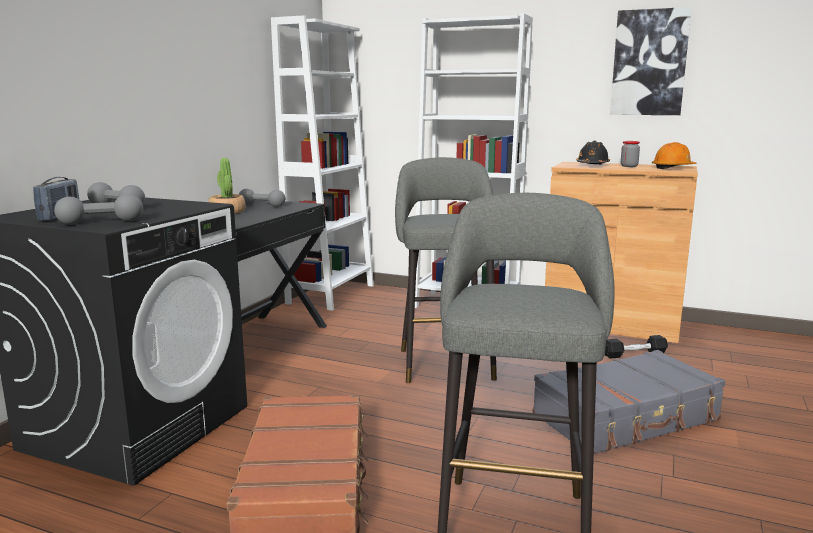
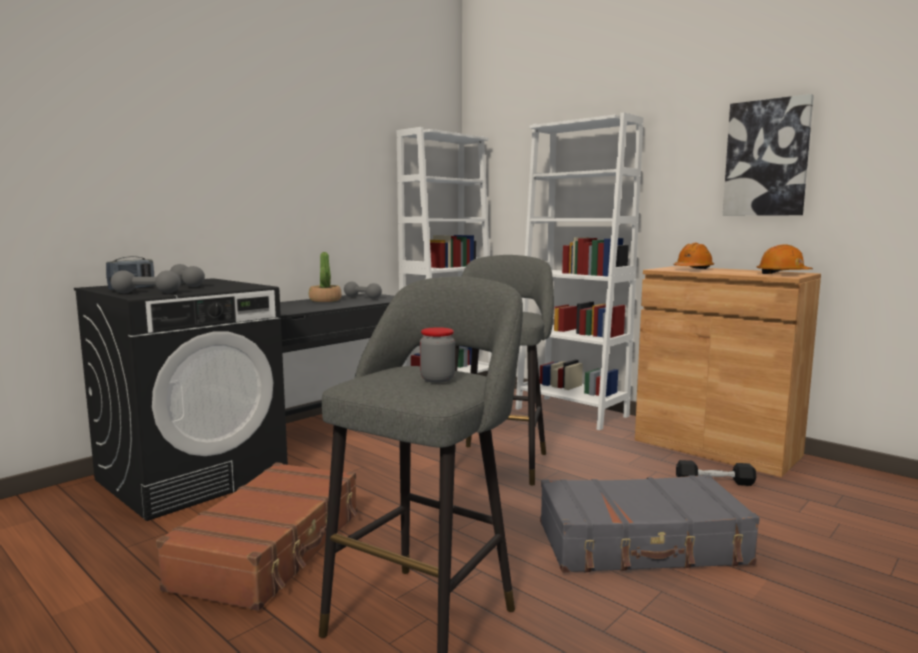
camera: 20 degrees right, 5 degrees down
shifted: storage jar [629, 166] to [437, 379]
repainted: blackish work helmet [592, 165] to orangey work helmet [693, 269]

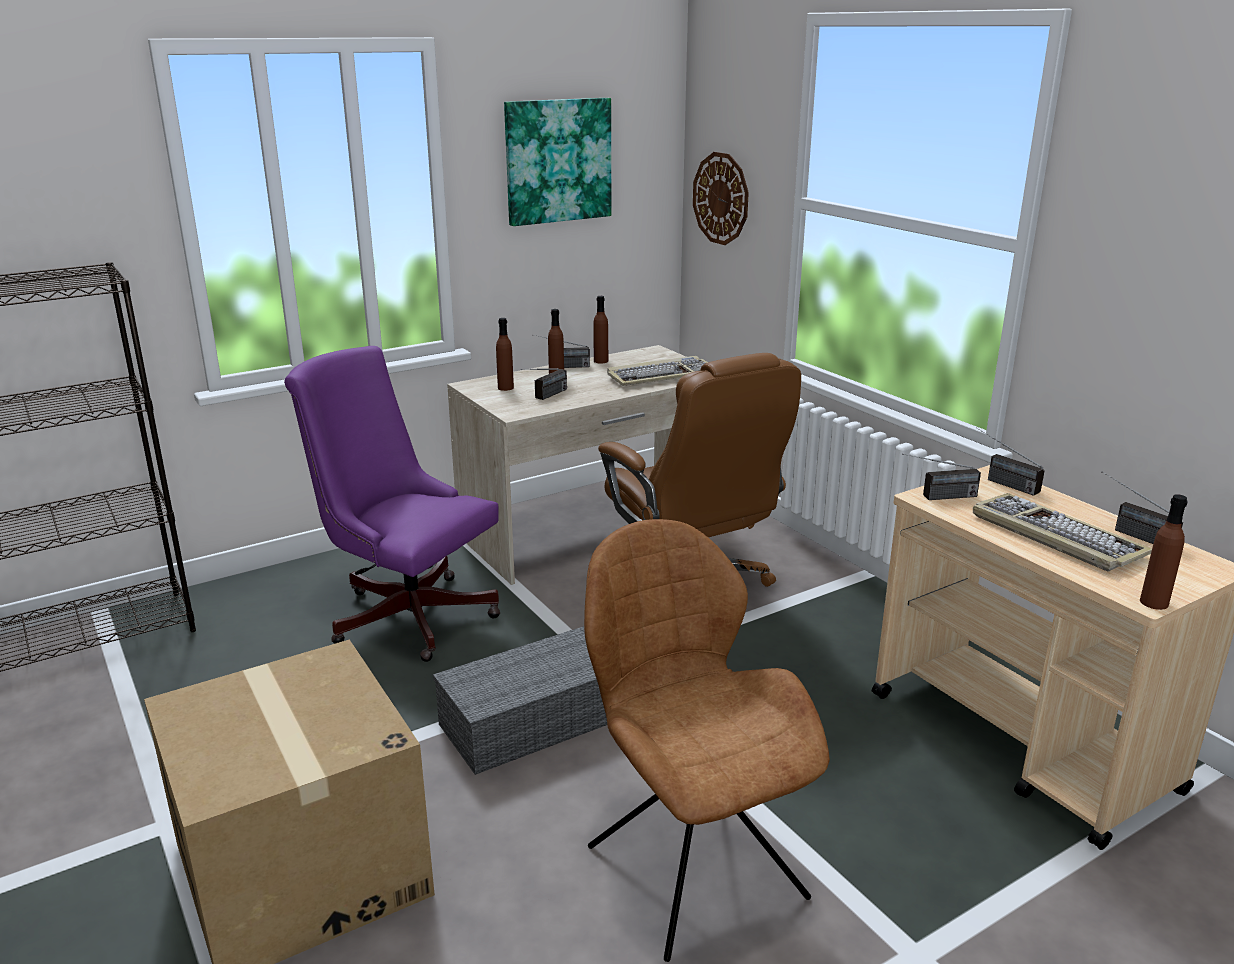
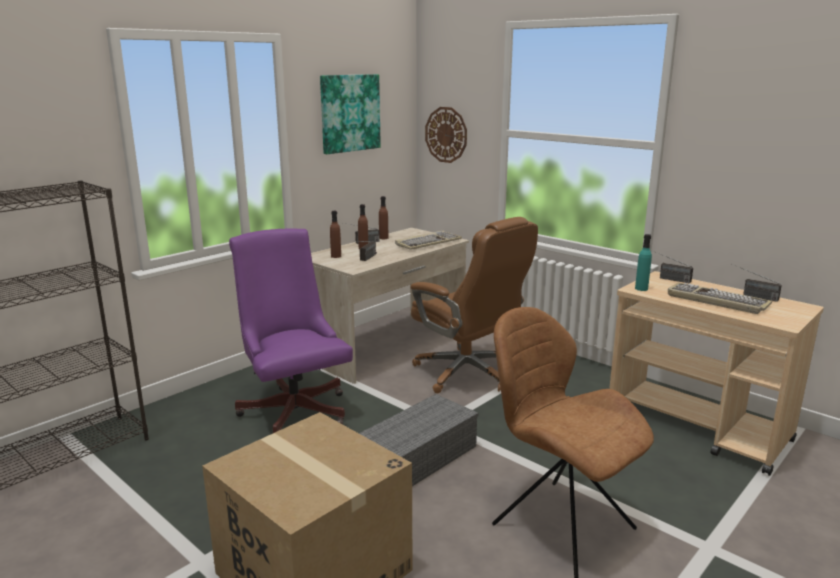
camera: 15 degrees left, 5 degrees down
gone: brown beverage bottle [1154, 602]
swapped: radio set [937, 497] to turquoise beverage bottle [641, 289]
rotated: purplish computer chair [406, 613] = [294, 409] 45 degrees clockwise

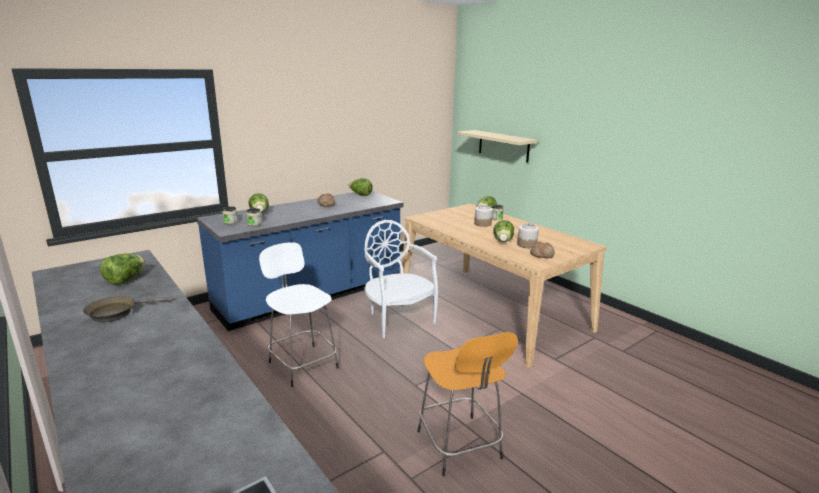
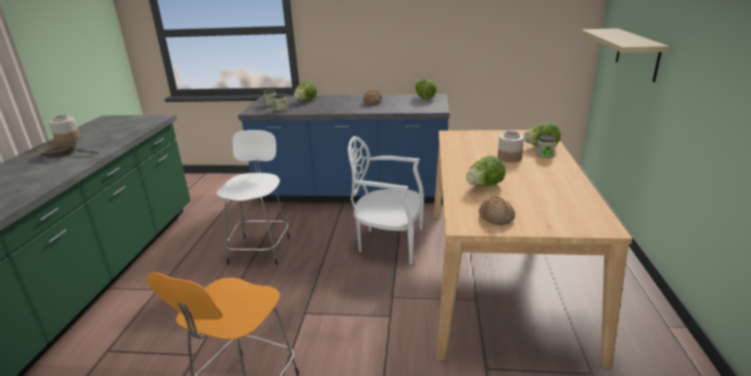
camera: 45 degrees right, 5 degrees up
gone: lettuce head [125, 280]
shifted: storage jar [526, 245] to [68, 139]
rotated: white-coloured plain chair [398, 319] = [389, 242] 90 degrees counterclockwise

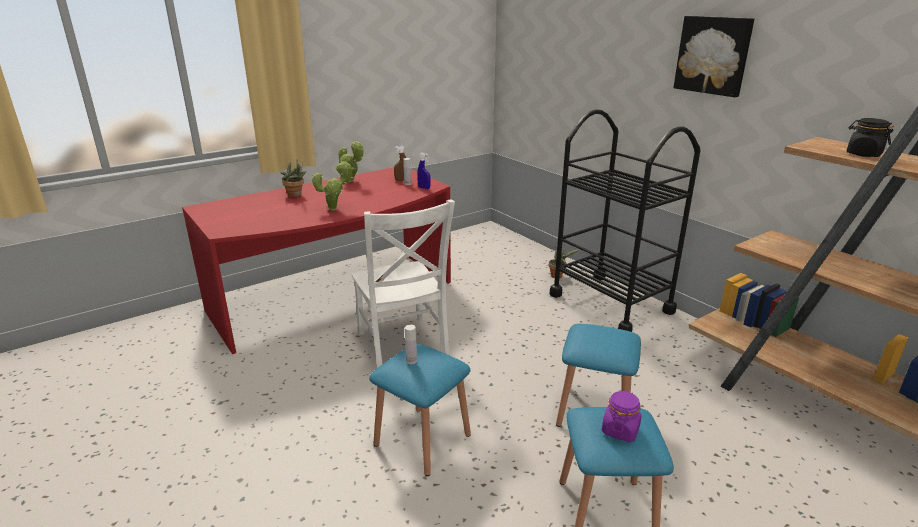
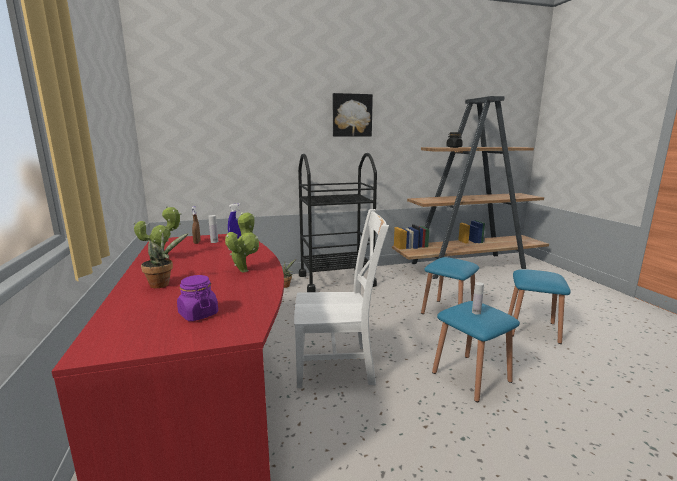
camera: 70 degrees left, 10 degrees down
shifted: purplish storage jar [620, 430] to [198, 314]

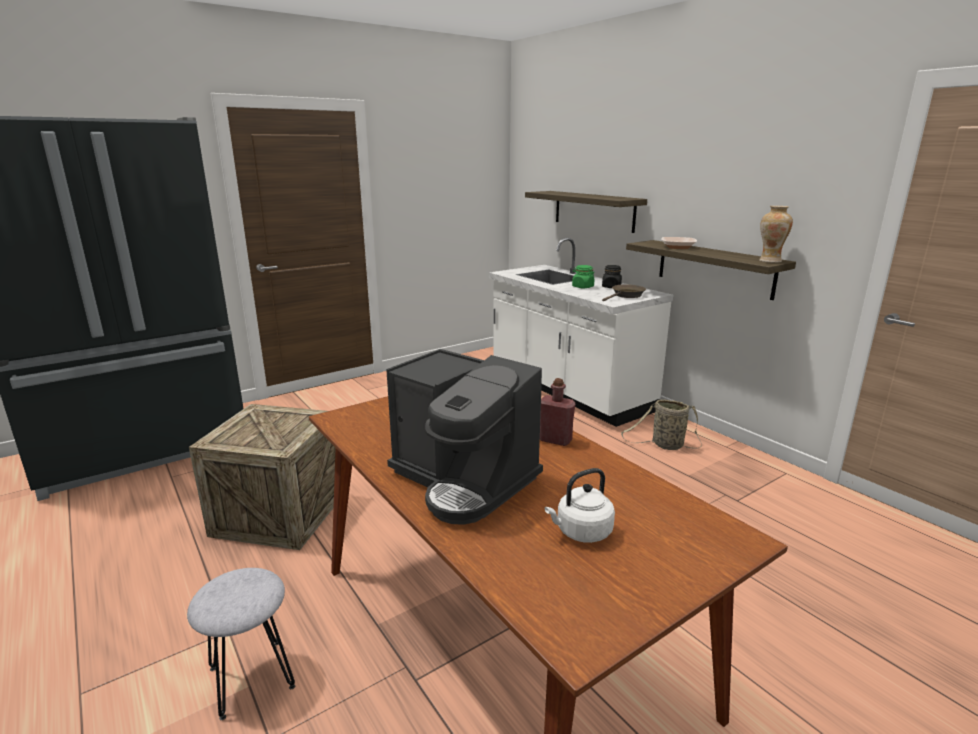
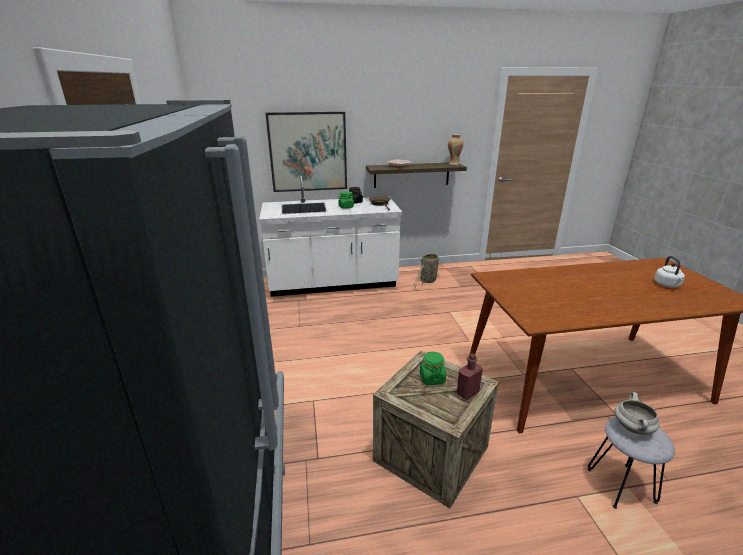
camera: 65 degrees left, 5 degrees up
gone: coffee maker [464, 480]
new: green storage jar [432, 378]; white-coloured cooking pot [633, 428]
shifted: red beverage bottle [555, 440] to [467, 393]
swapped: bracket shelf [593, 210] to wall art [308, 152]

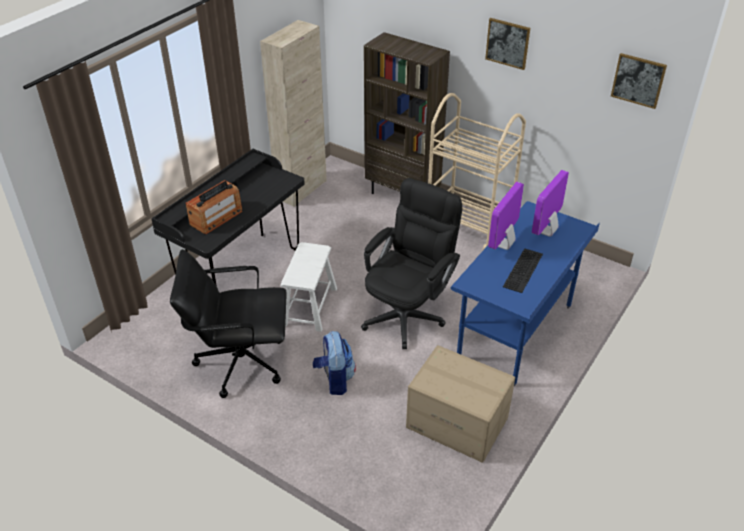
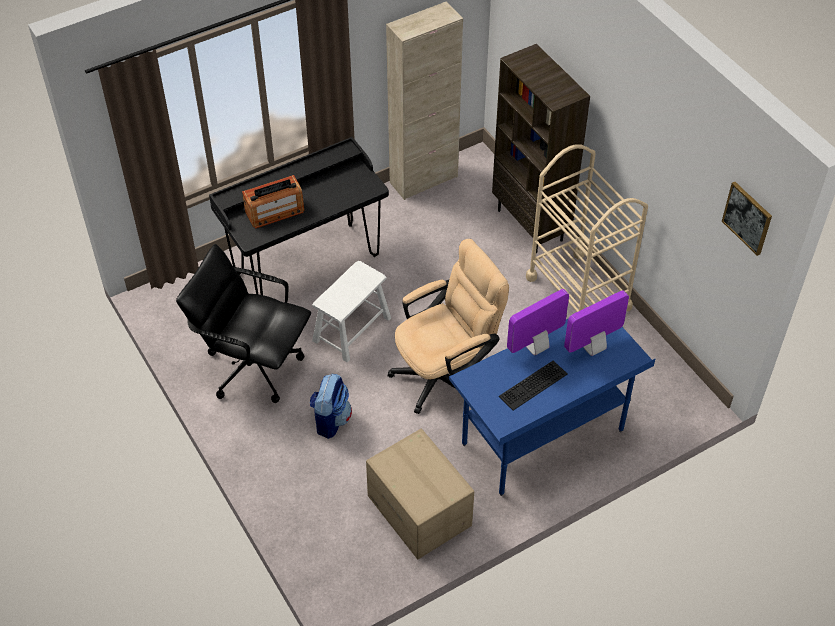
camera: 25 degrees right, 10 degrees up
gone: wall art [507, 43]
repainted: blackish computer chair [408, 313] to sand-coloured computer chair [446, 373]

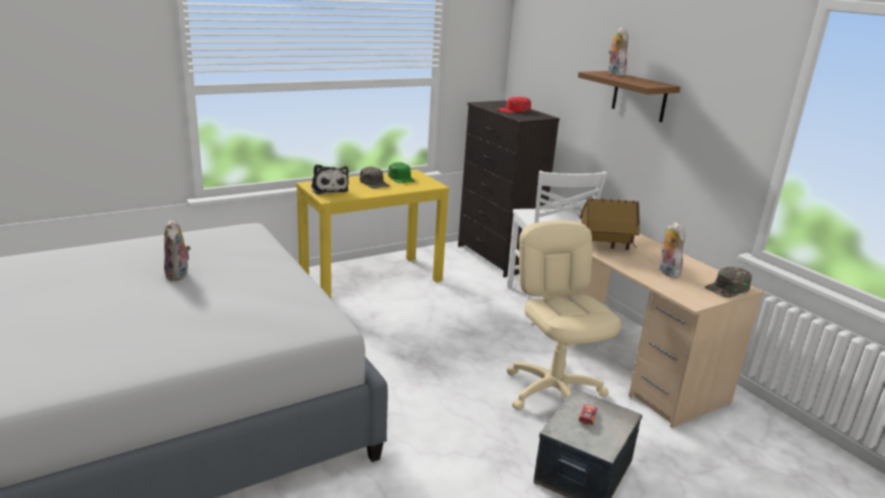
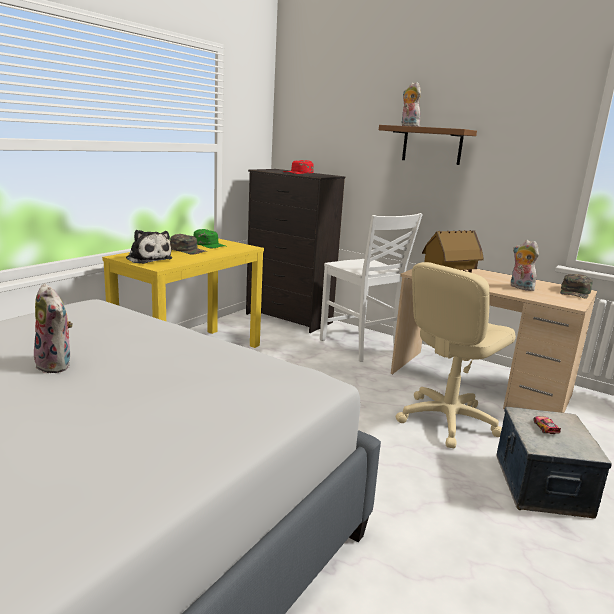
camera: 25 degrees left, 5 degrees down
rotated: sand-coloured computer chair [554, 392] = [446, 420] 90 degrees counterclockwise

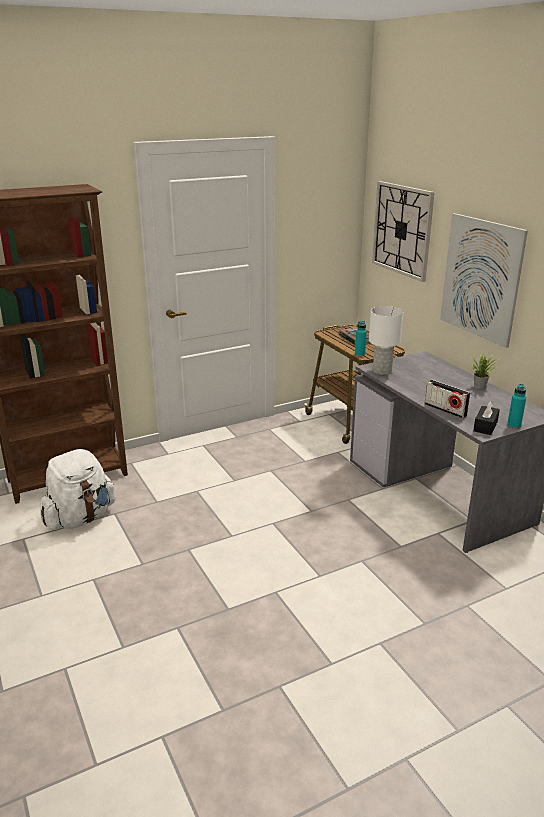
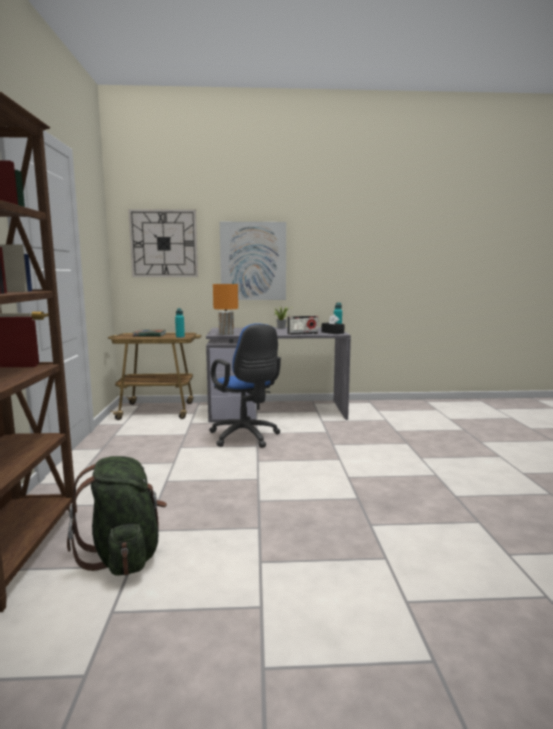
camera: 65 degrees left, 15 degrees down
new: blue-coloured computer chair [246, 438]
repainted: white-coloured backpack [80, 518] to green backpack [124, 555]; white-coloured tabletop lamp [382, 371] to orangey tabletop lamp [225, 334]

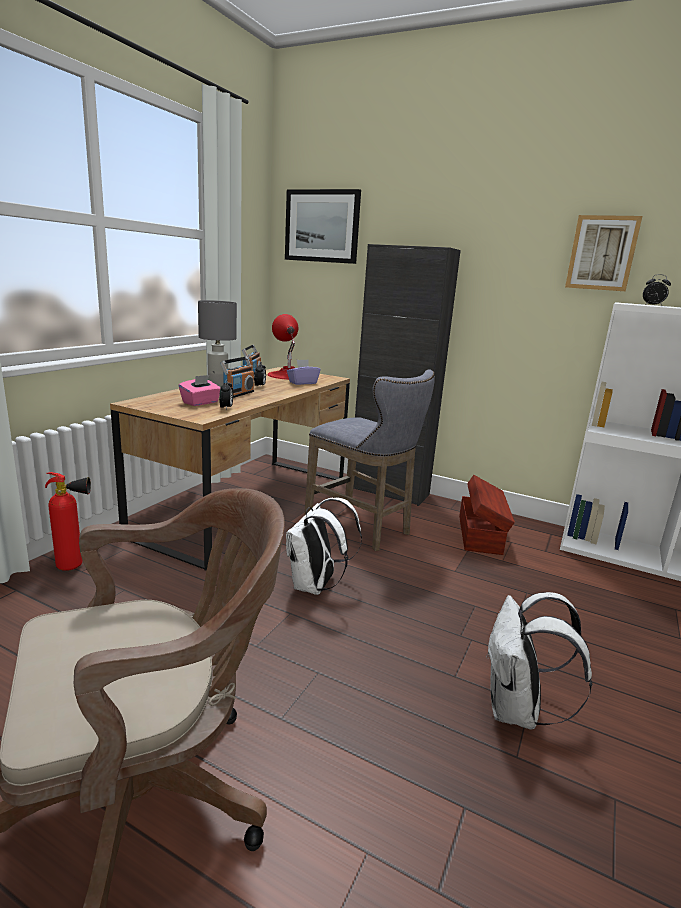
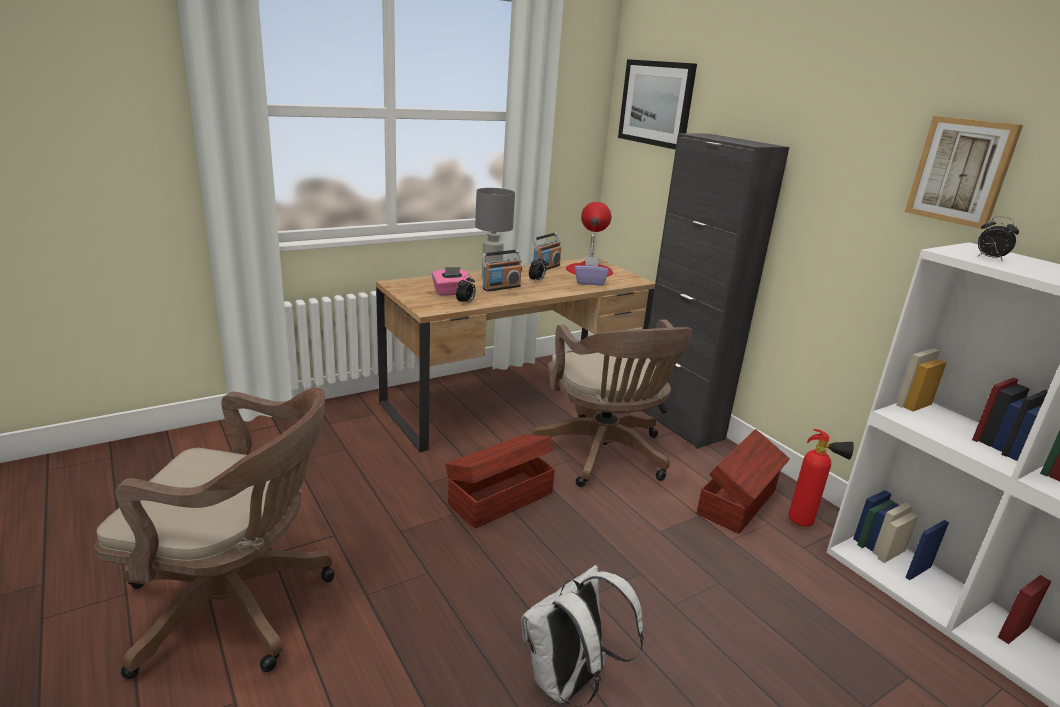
camera: 30 degrees right, 5 degrees up
shifted: fire-fighting cylinder [76, 566] to [806, 523]
swapped: white-coloured backpack [315, 586] to brown storage box [499, 498]; gray stool seat [363, 528] to brown computer chair [605, 456]

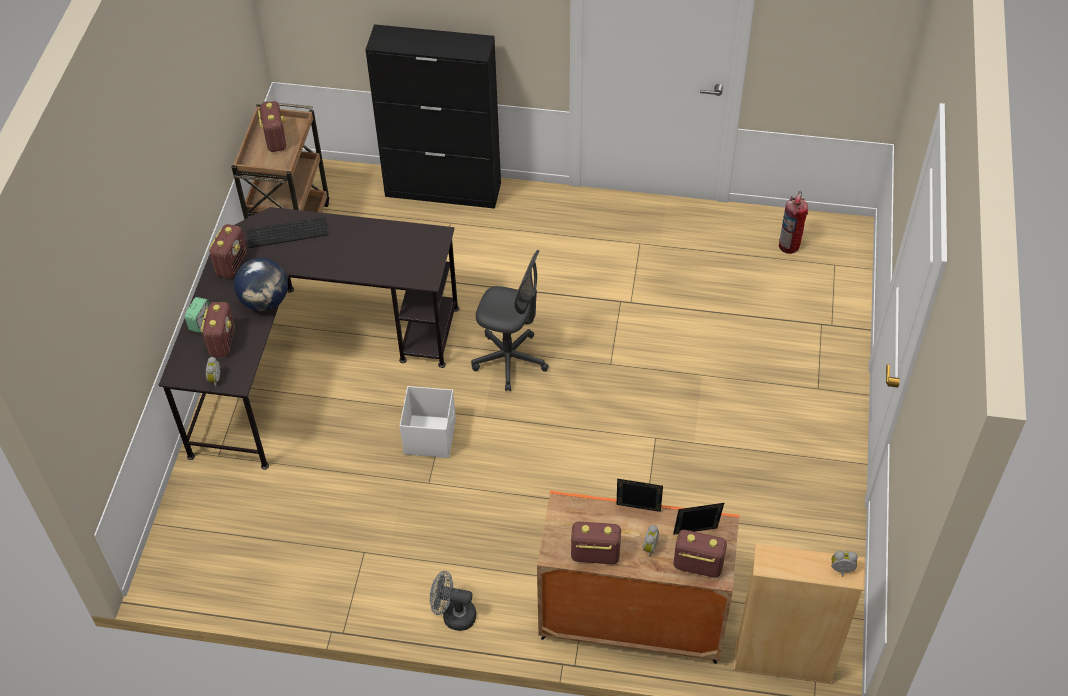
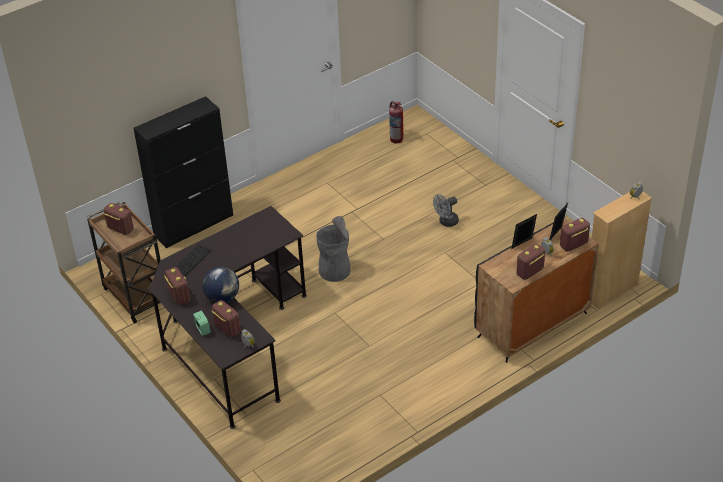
camera: 45 degrees left, 10 degrees down
gone: white-coloured storage box [430, 436]
shifted: gray cooling fan [453, 615] to [446, 222]
swapped: gray computer chair [510, 360] to gray trash can [334, 270]
repainted: orangey cupboard [631, 619] to blackish cupboard [532, 325]

